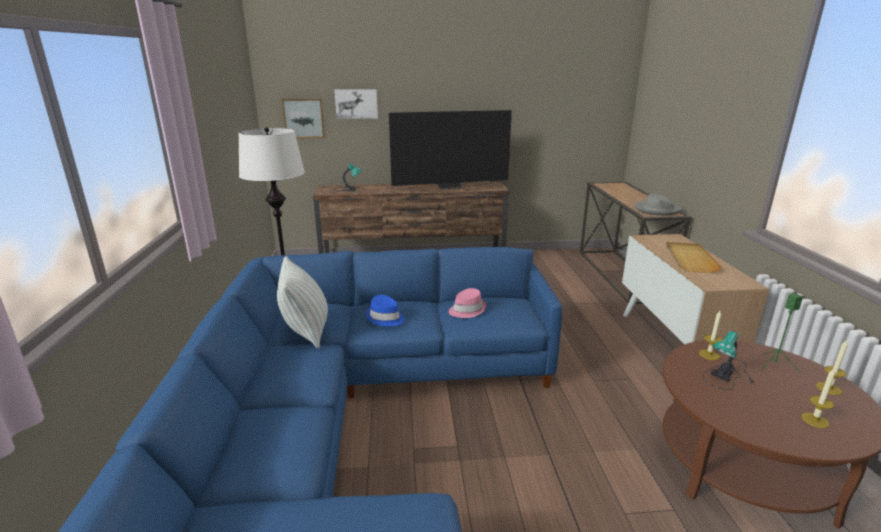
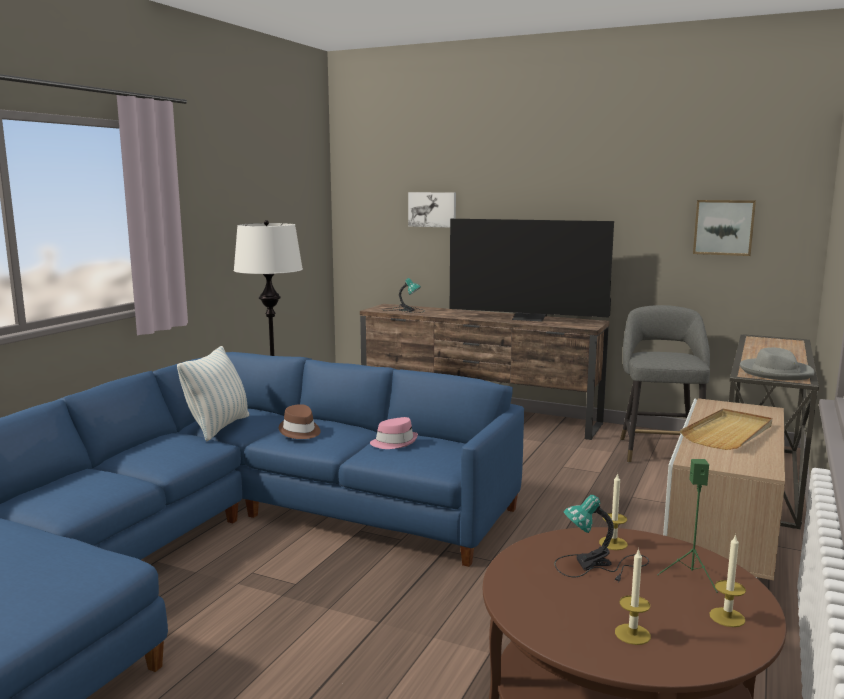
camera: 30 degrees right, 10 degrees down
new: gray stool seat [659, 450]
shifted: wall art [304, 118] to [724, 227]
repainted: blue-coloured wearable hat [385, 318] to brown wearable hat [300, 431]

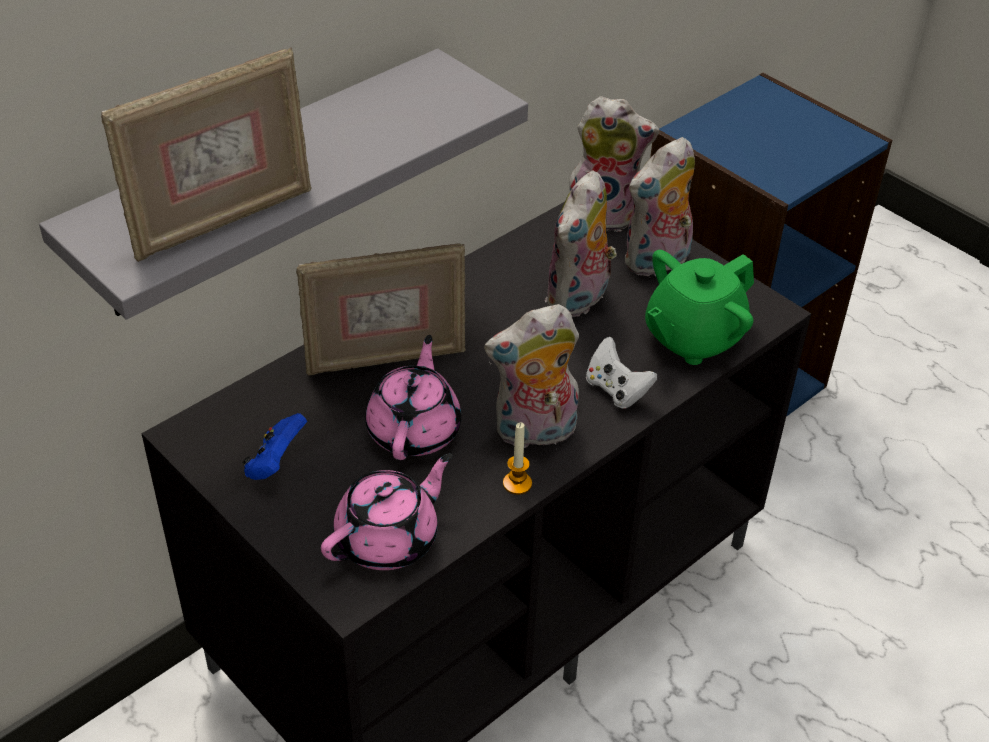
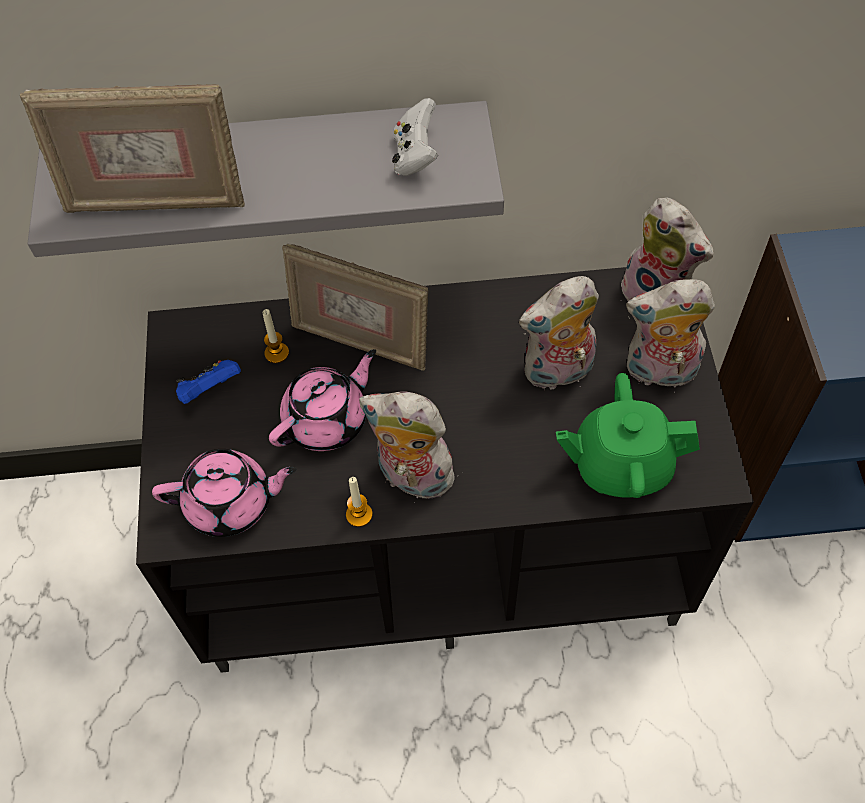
camera: 40 degrees right, 15 degrees up
new: wax light [276, 353]
shifted: white-coloured joypad [616, 390] to [415, 156]

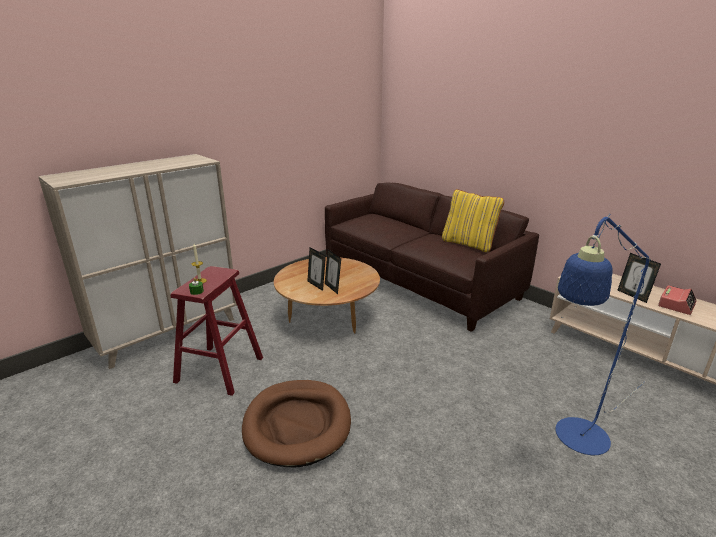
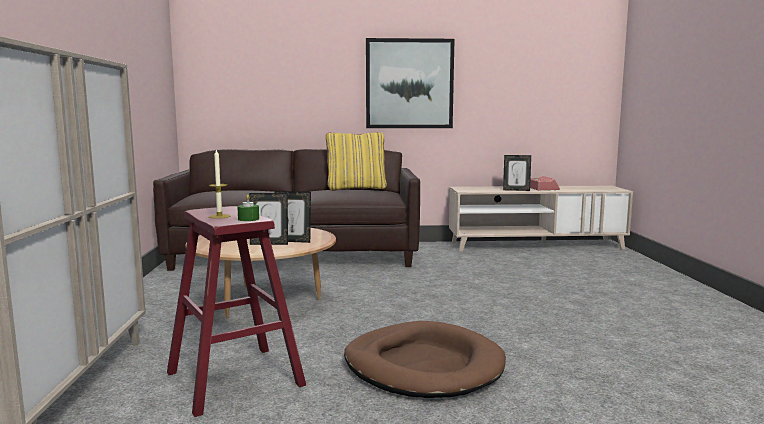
camera: 50 degrees left, 15 degrees down
gone: blue-coloured floor lamp [575, 442]
new: wall art [409, 84]

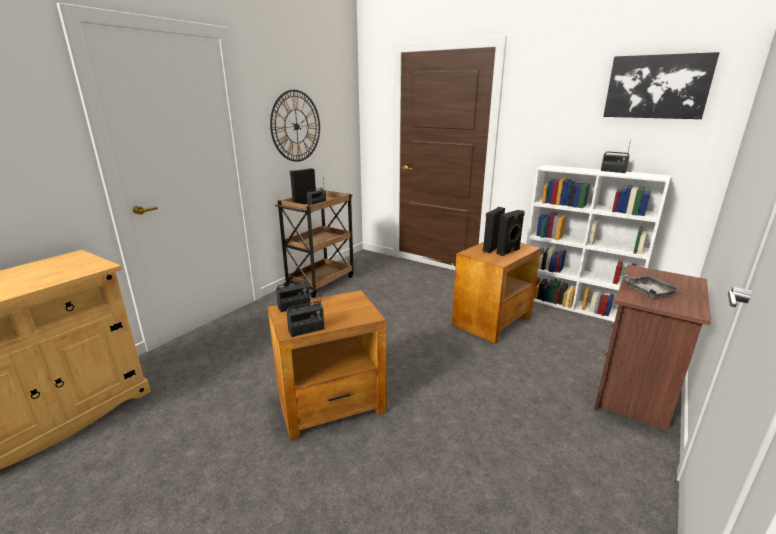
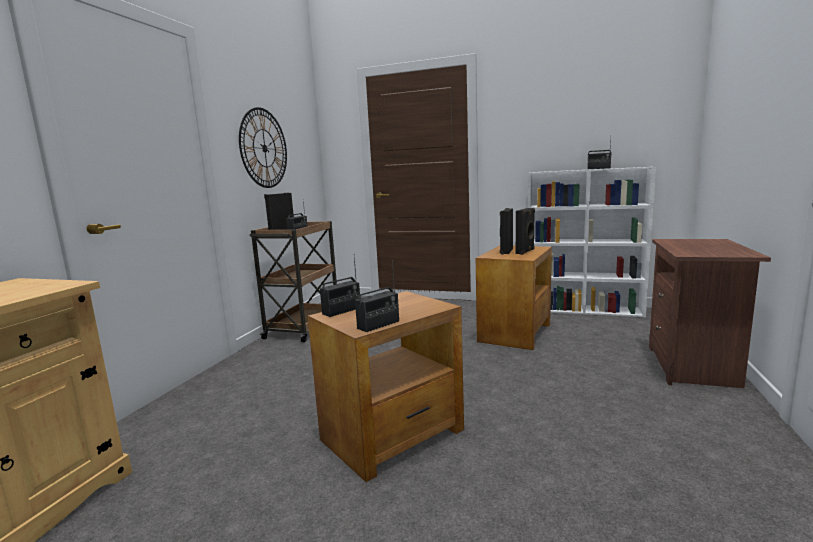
camera: 15 degrees left, 10 degrees down
gone: wall art [657, 87]; gray carrying tray [647, 291]

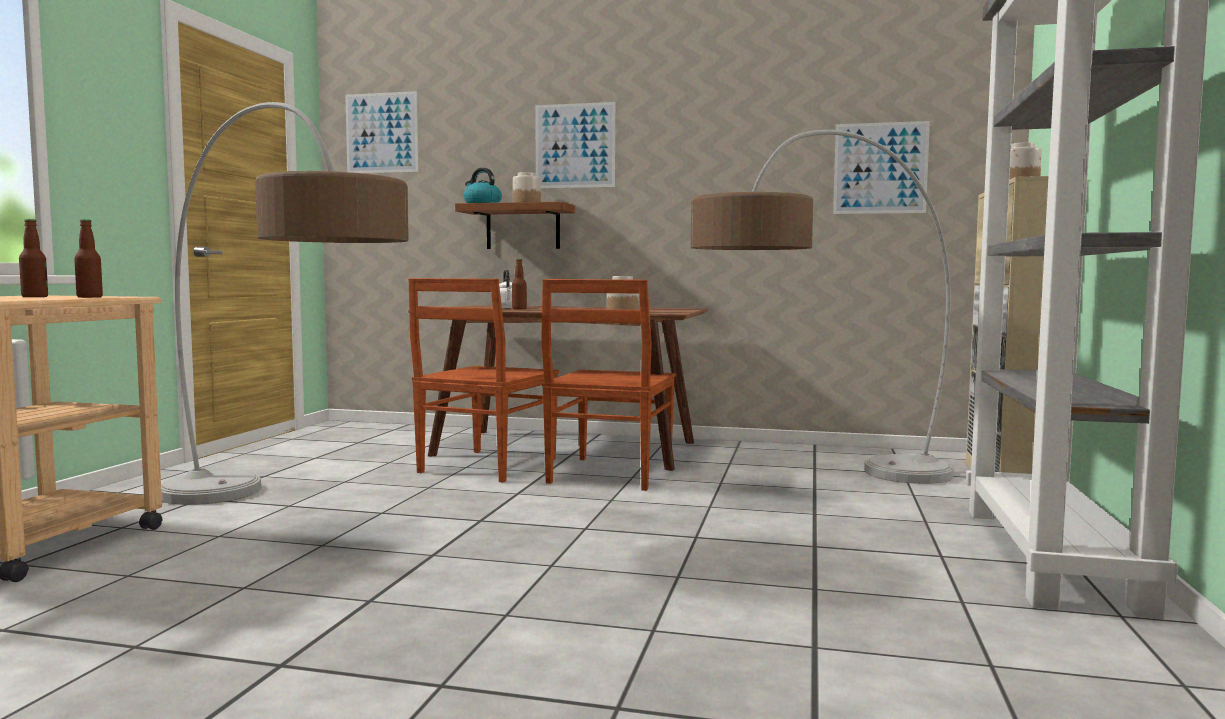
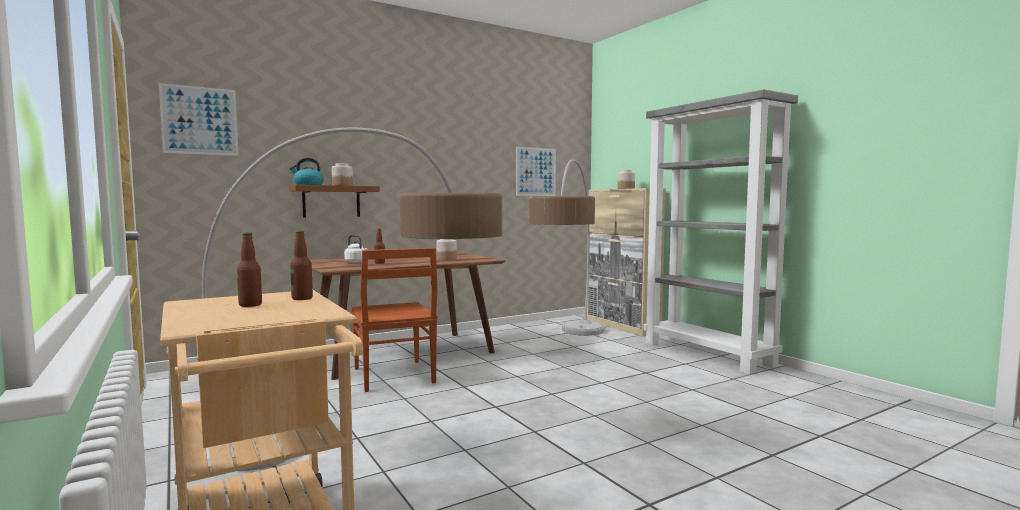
camera: 45 degrees left, 0 degrees up
gone: wall art [575, 146]; brown plain chair [609, 474]

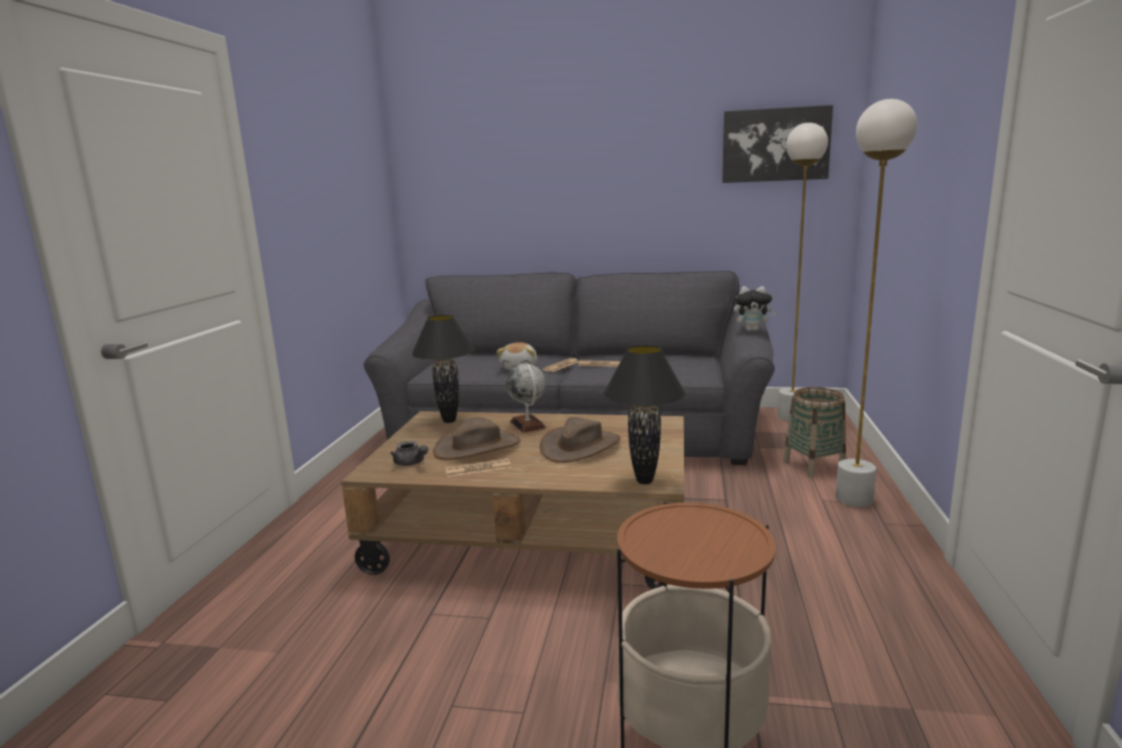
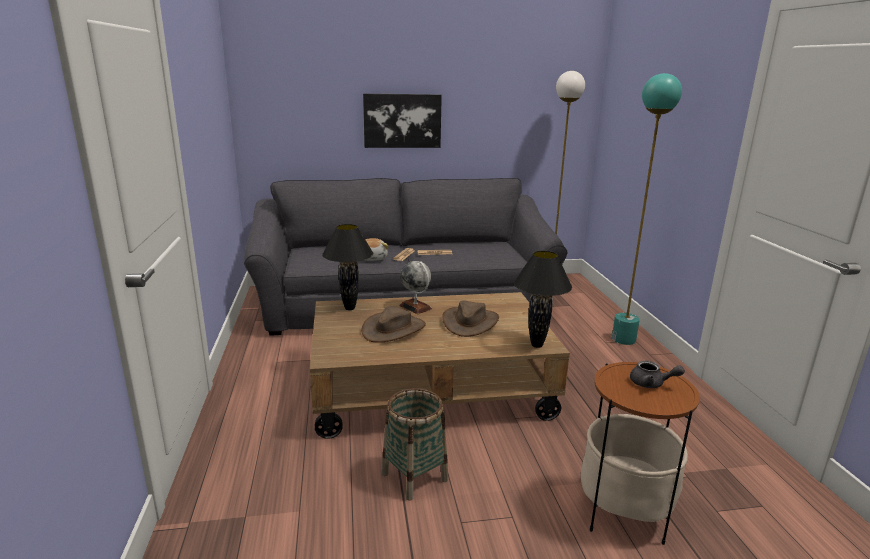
camera: 20 degrees left, 5 degrees up
gone: printed paper [478, 469]; soft toy [752, 330]
shifted: gray tea pot [411, 463] to [651, 384]; wall art [775, 145] to [402, 121]; household basket [813, 466] to [414, 477]
repainted: white-coloured floor lamp [854, 499] to turquoise floor lamp [623, 339]

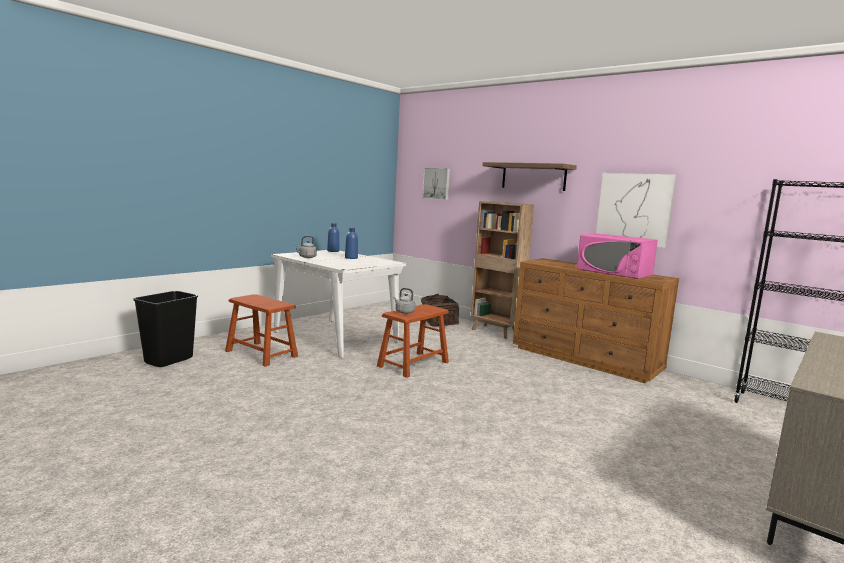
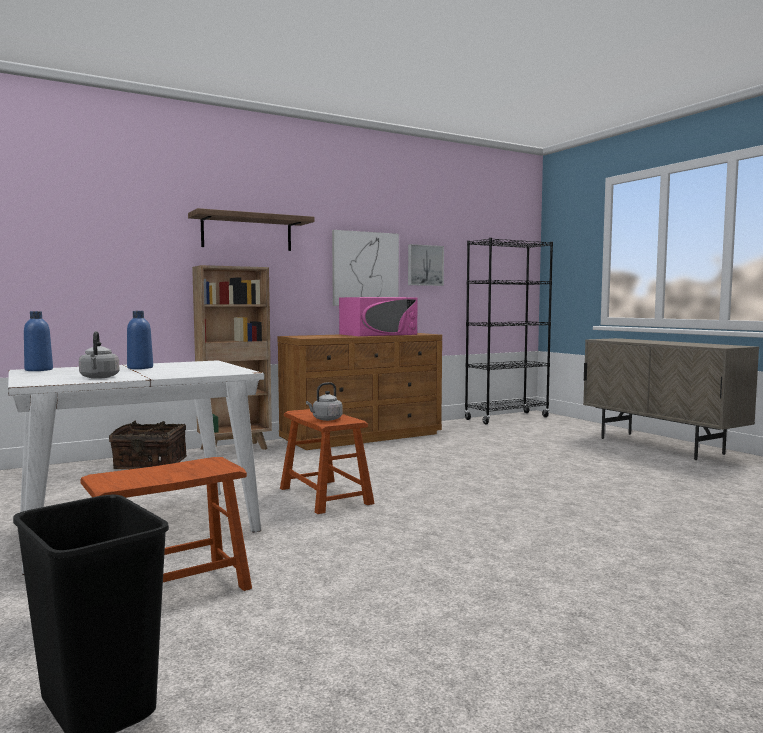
camera: 70 degrees left, 5 degrees down
shifted: wall art [436, 183] to [424, 265]

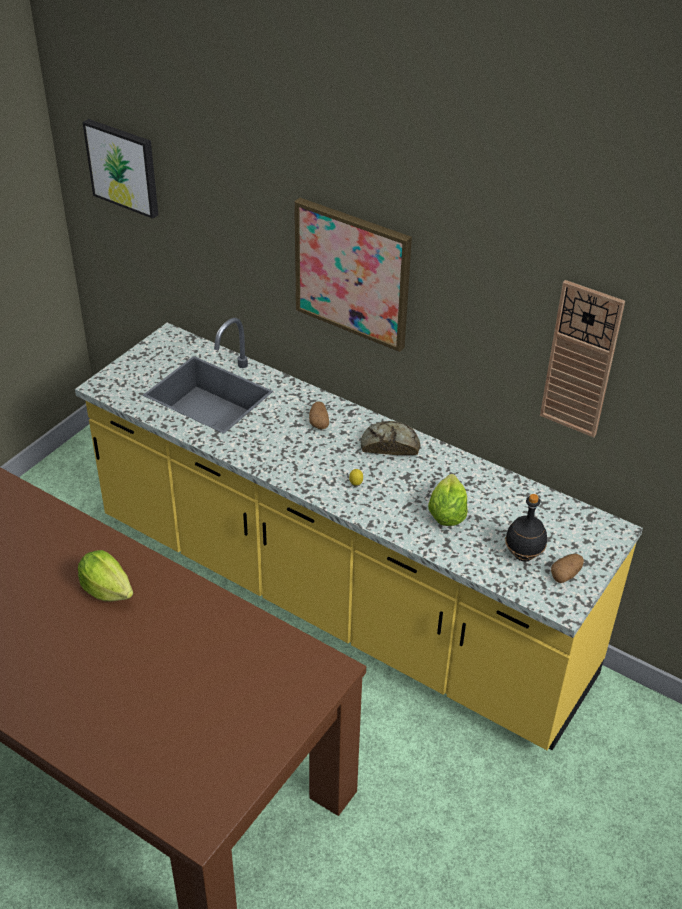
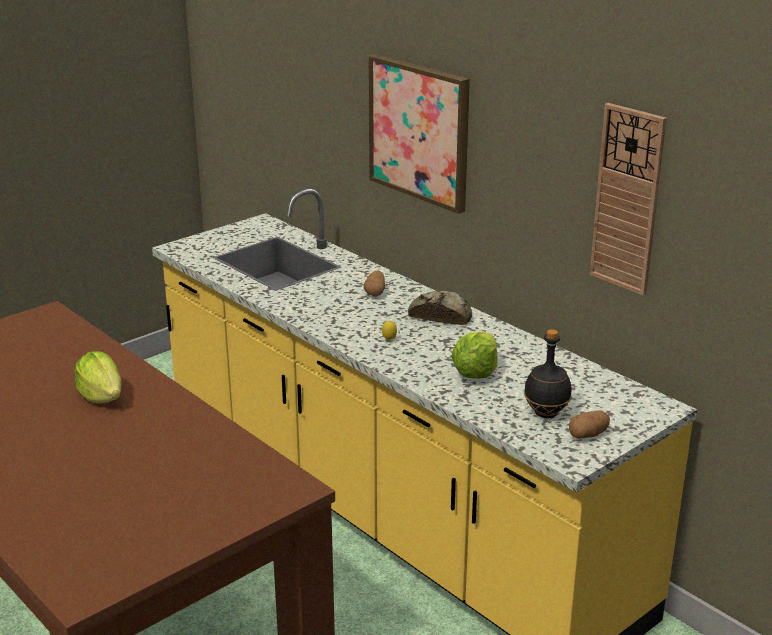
camera: 15 degrees right, 15 degrees down
gone: wall art [123, 167]

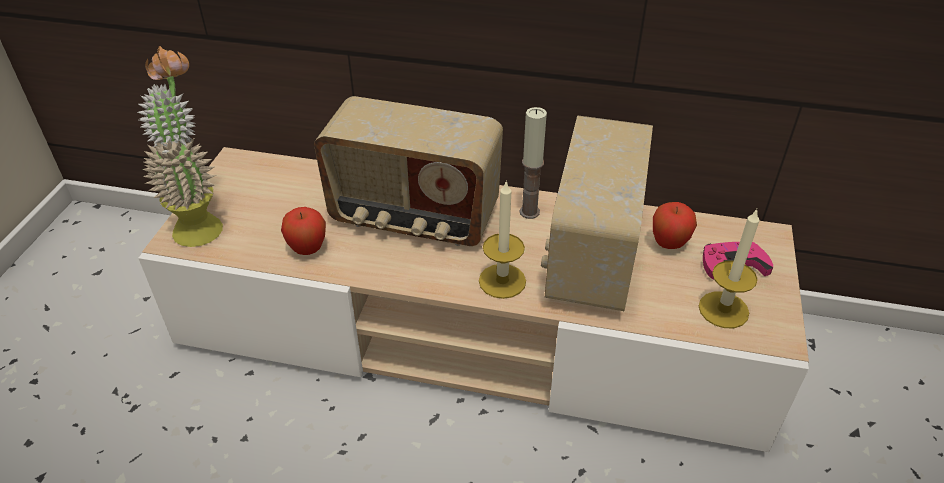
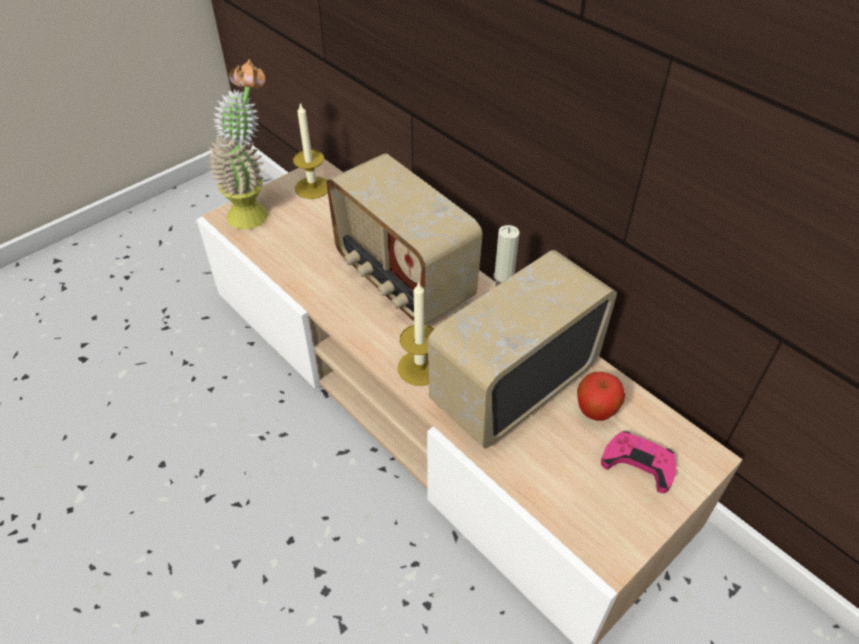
camera: 35 degrees right, 5 degrees up
gone: whole apple [308, 249]
shifted: wax light [723, 309] to [312, 187]

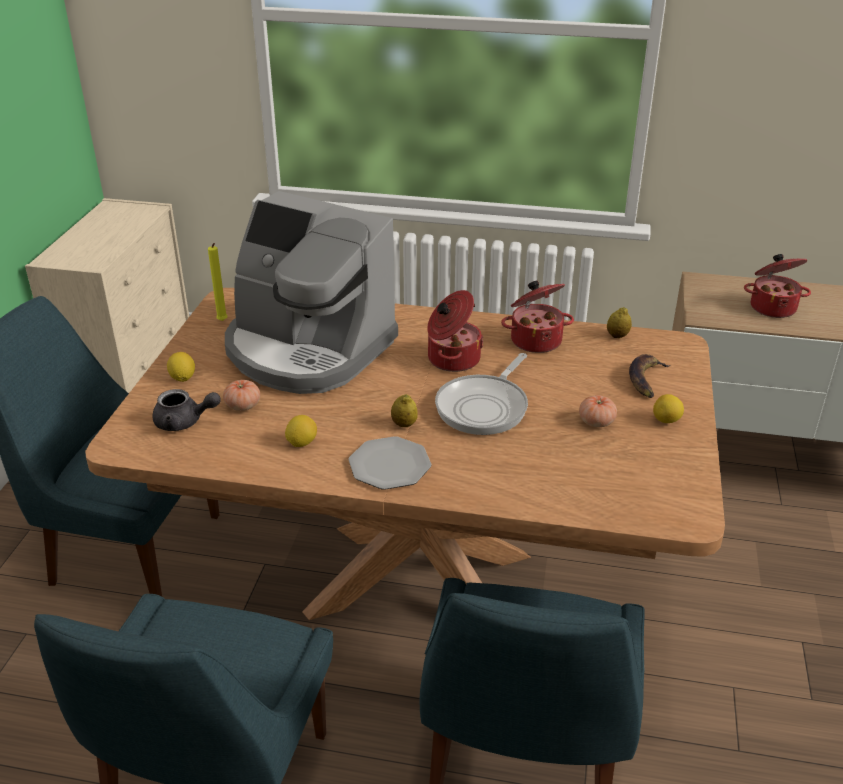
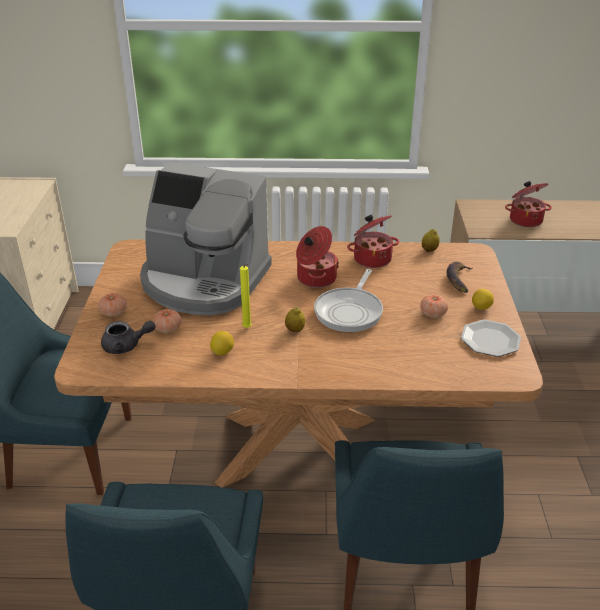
camera: 10 degrees left, 0 degrees up
shifted: yellowish wax light [222, 322] to [247, 329]; dinner plate [390, 465] to [490, 340]
swapped: whole lemon [183, 378] to tomato [114, 312]

